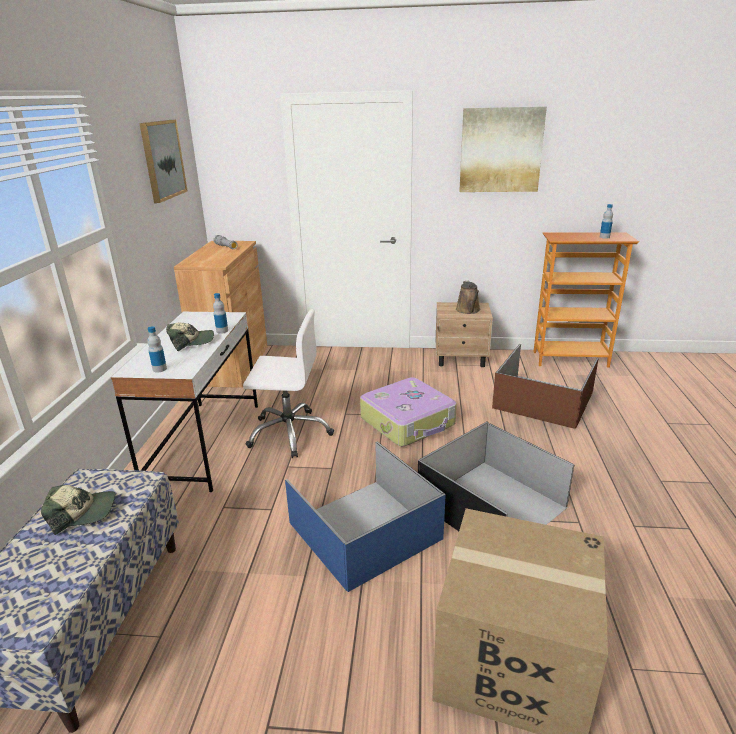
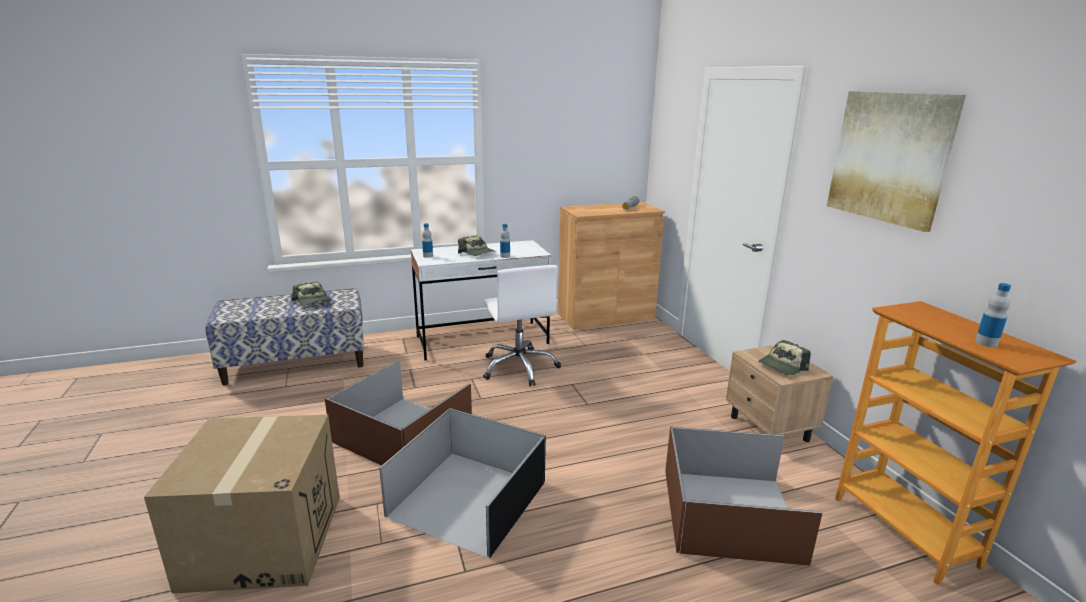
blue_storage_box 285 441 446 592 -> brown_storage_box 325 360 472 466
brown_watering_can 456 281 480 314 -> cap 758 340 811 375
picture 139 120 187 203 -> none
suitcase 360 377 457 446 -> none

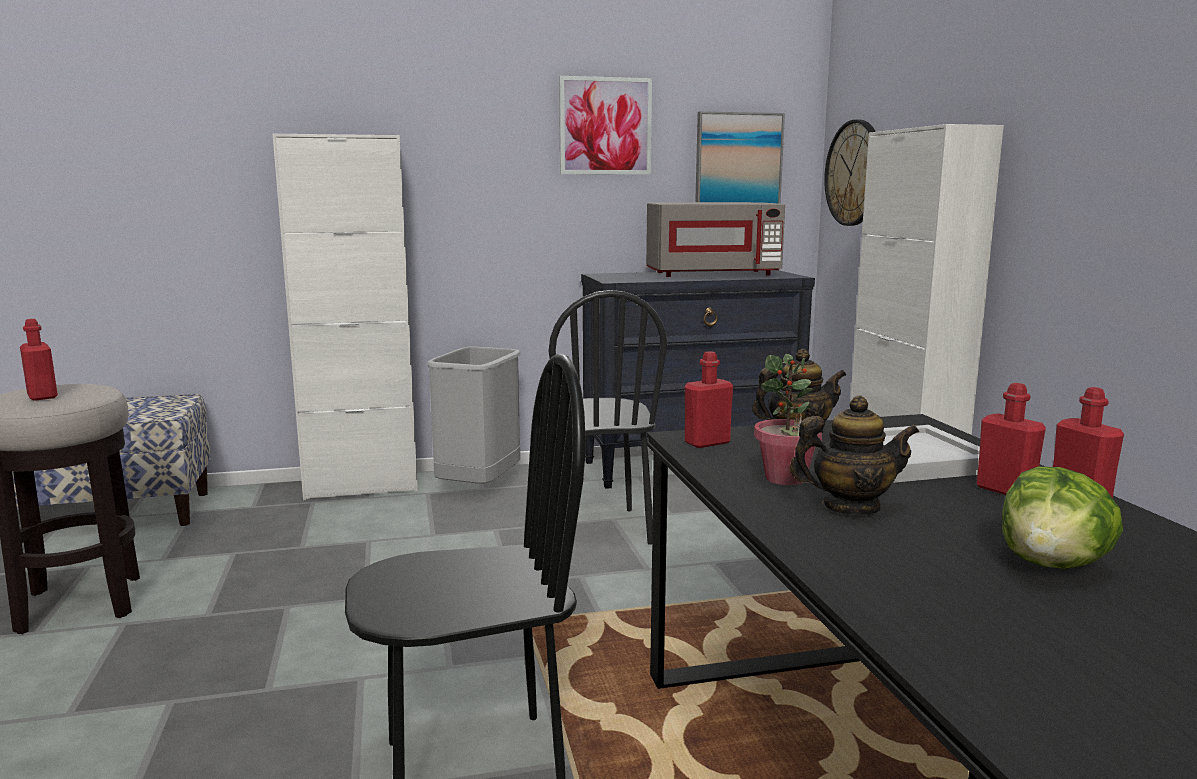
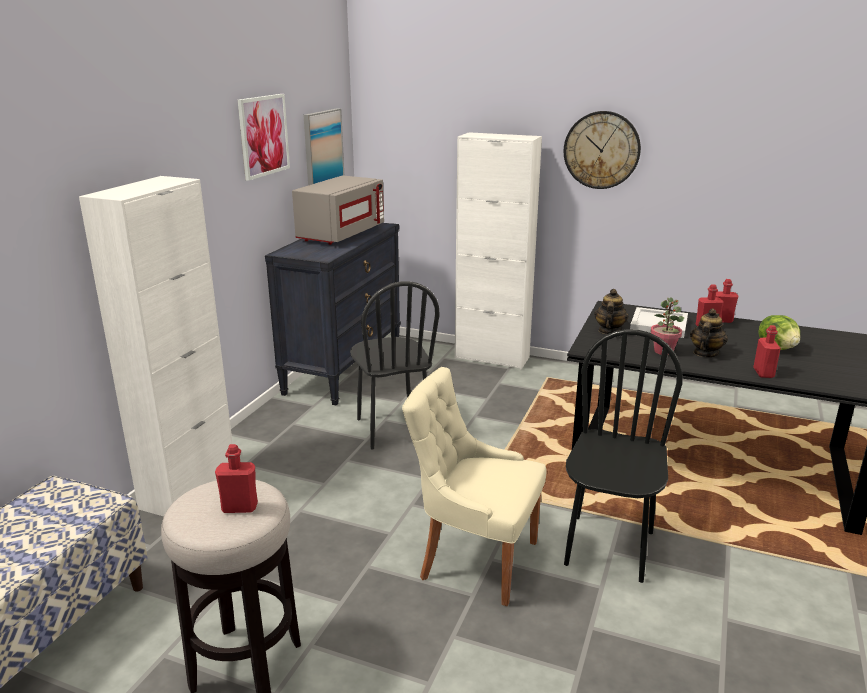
black_chair 549 290 667 545 -> black_chair 350 281 440 450, 45 degrees clockwise
none -> beige_chair 402 367 547 606
wall_clock 824 120 876 226 -> wall_clock 564 111 641 189, shifted
red_bottle 685 351 733 448 -> red_bottle 753 325 781 378, shifted
grey_trash_can 426 347 521 484 -> none

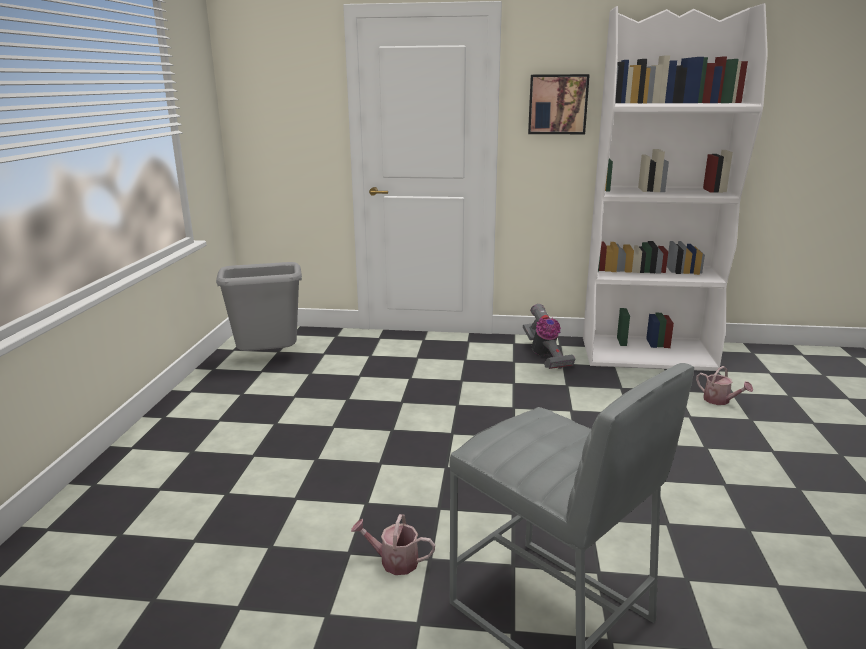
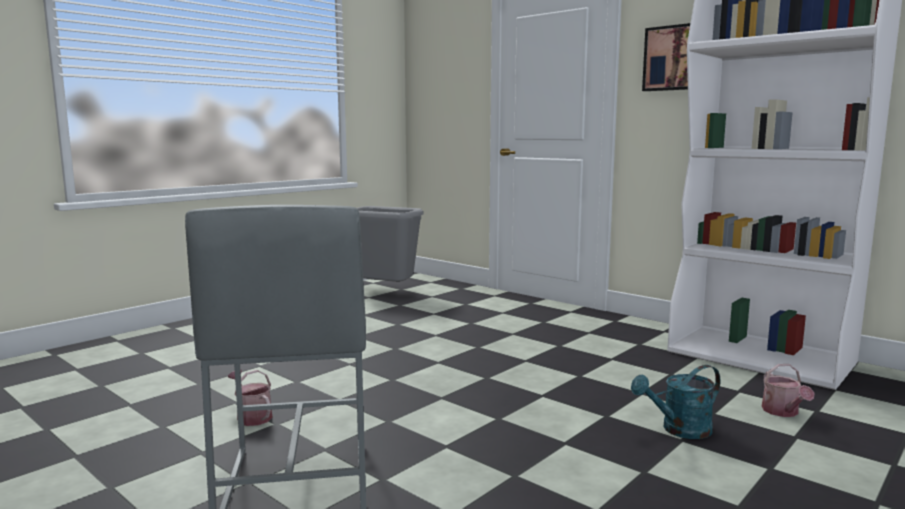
none -> turquoise_watering_can 631 365 721 439
vacuum_cleaner 523 304 576 369 -> none

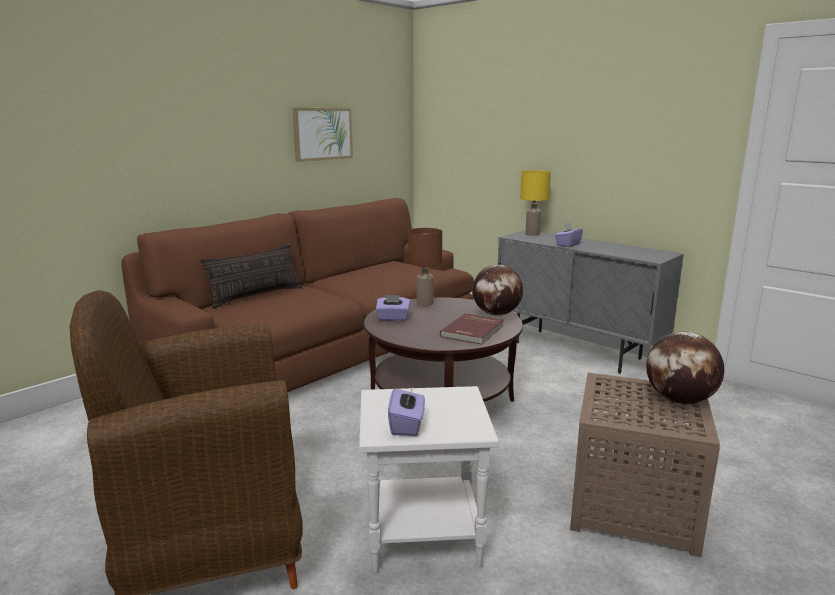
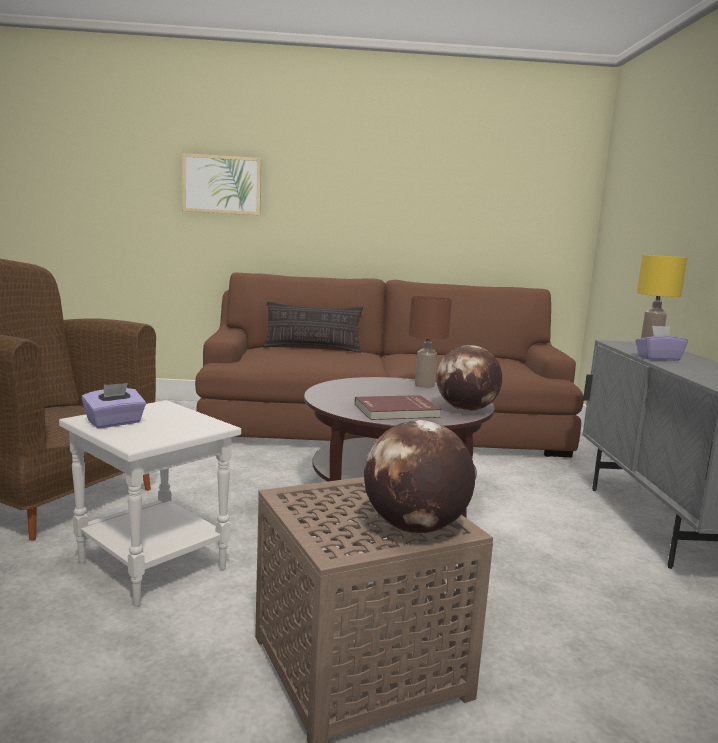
picture 293 108 353 162 -> picture 182 153 262 215, shifted
purple_tissue_box 376 295 410 321 -> none

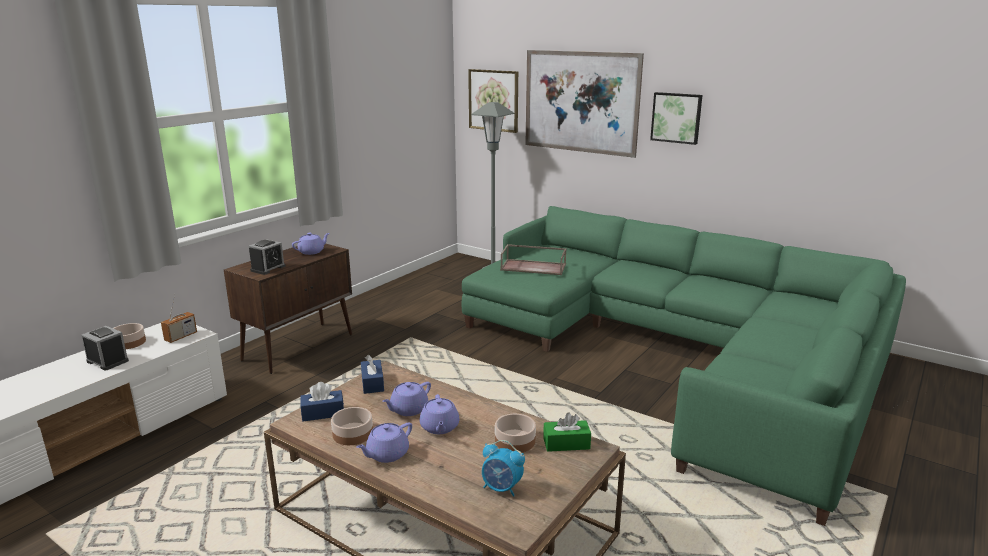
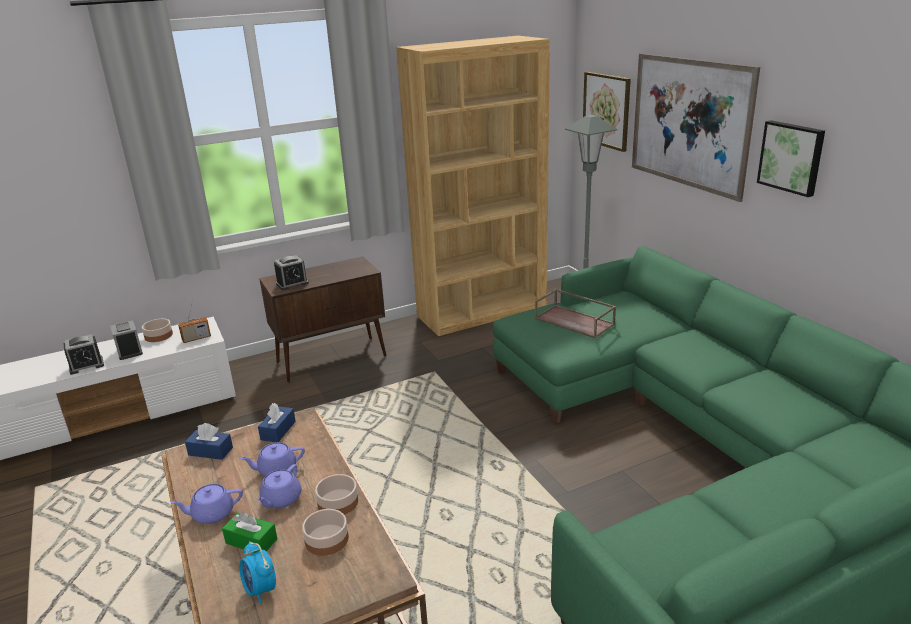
none -> alarm_clock 64 334 104 375
green_tissue_box 543 412 591 452 -> green_tissue_box 222 512 277 553, shifted
bowl 331 407 373 445 -> bowl 315 474 358 515, shifted
none -> brown_bookcase 396 36 550 336
purple_teapot 292 233 330 255 -> none

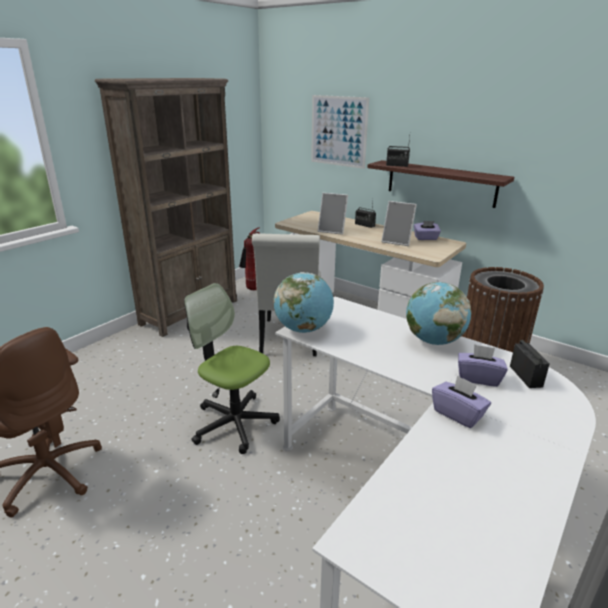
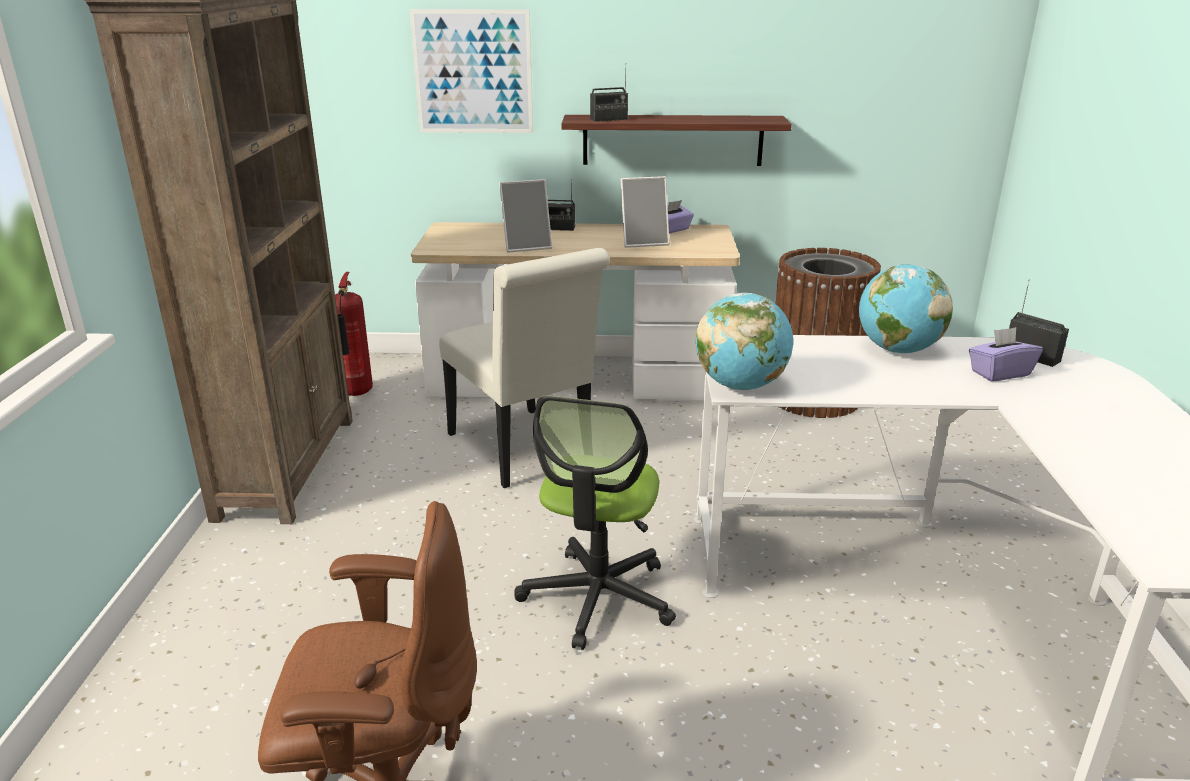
office_chair 184 283 280 454 -> office_chair 514 396 676 650, 75 degrees counterclockwise
purple_tissue_box 432 375 491 428 -> none

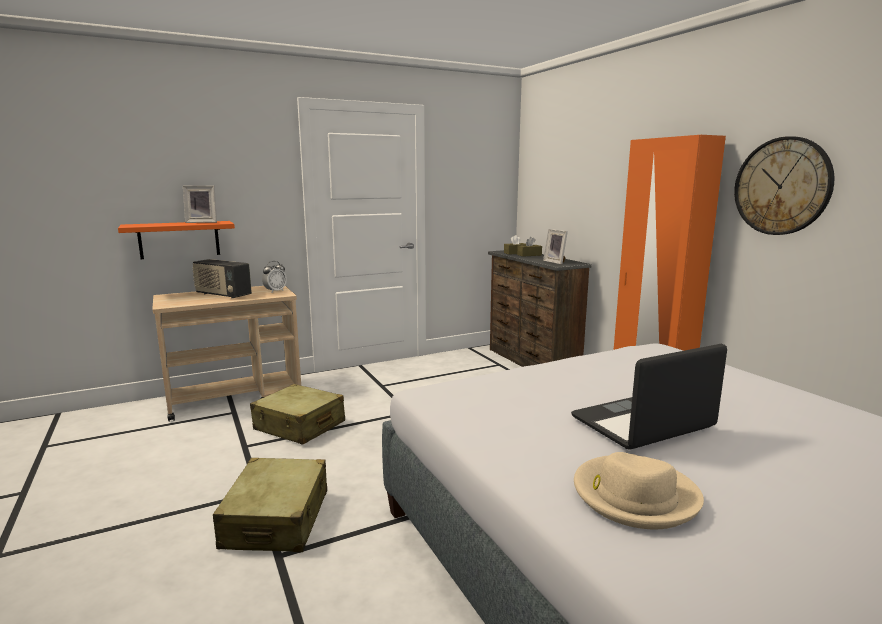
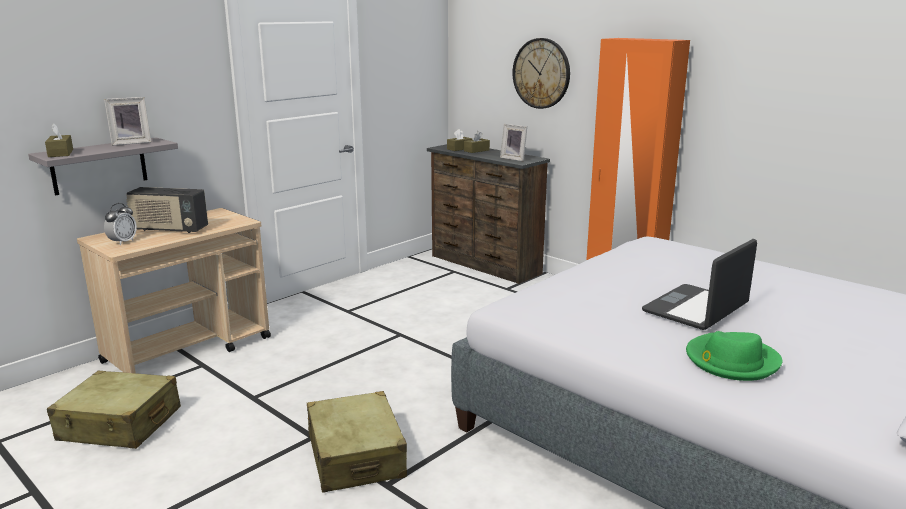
orange_shelf 118 221 235 259 -> grey_shelf 28 137 178 196
none -> brown_tissue_box 45 123 73 157
beige_suitcase 250 384 345 445 -> beige_suitcase 47 370 181 449, shifted
alarm_clock 262 261 287 292 -> alarm_clock 104 203 137 245, shifted
wall_clock 734 136 835 235 -> wall_clock 512 38 570 109, shifted
beige_hat 574 452 704 529 -> green_hat 686 331 782 381

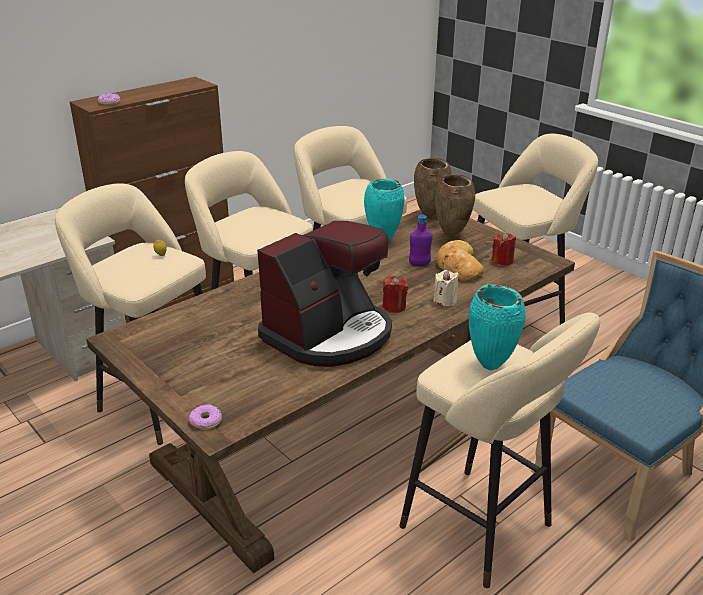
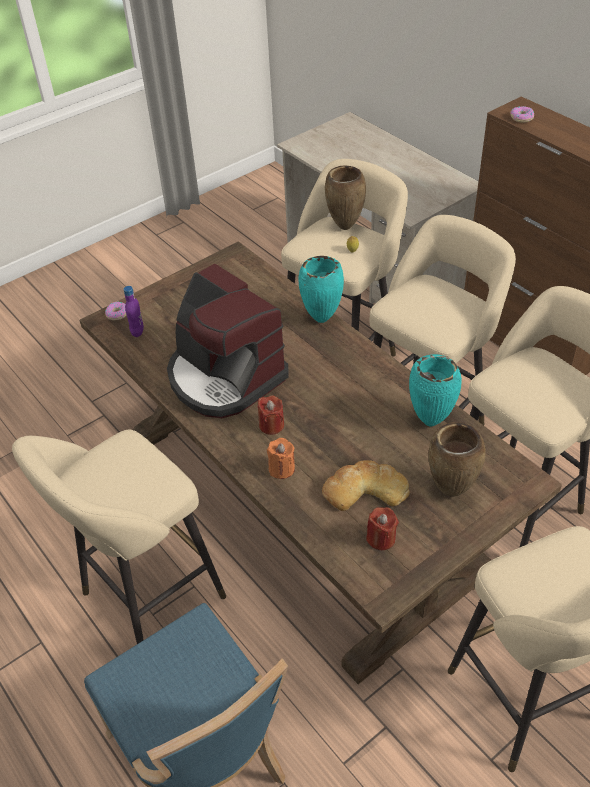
purple_bottle 409 215 432 266 -> purple_bottle 123 286 144 337, shifted
beige_candle 433 270 459 306 -> orange_candle 267 438 295 479
turquoise_vase 469 284 526 370 -> turquoise_vase 298 256 344 323, shifted
brown_vase 414 158 452 219 -> brown_vase 325 165 366 230, shifted

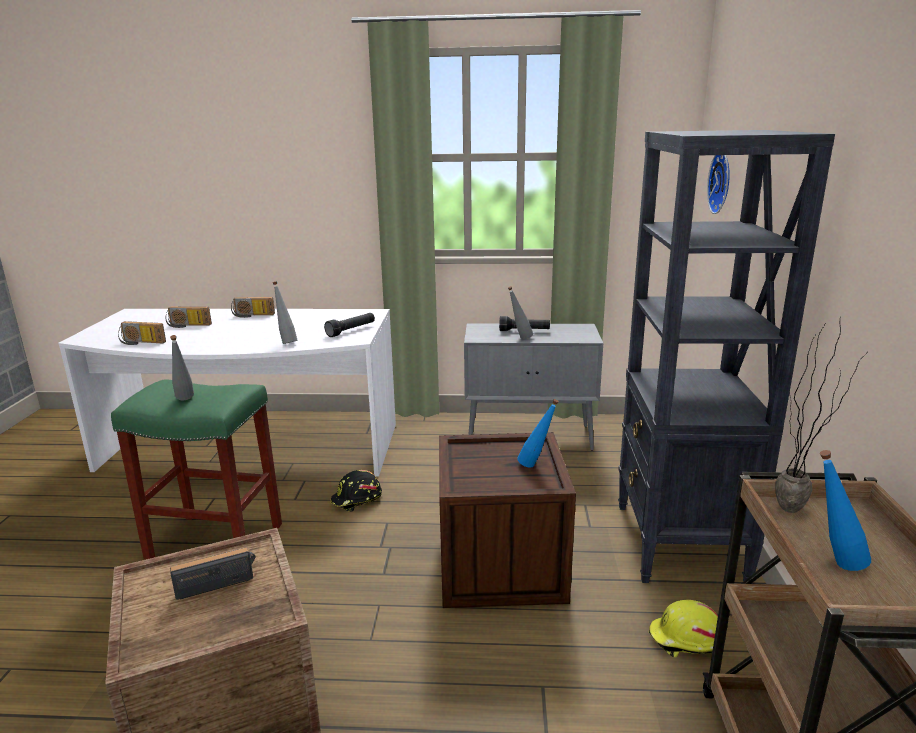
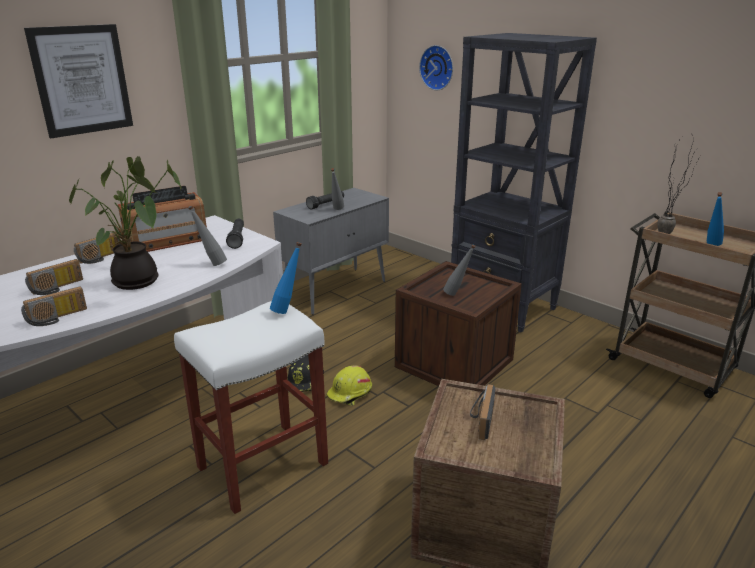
none -> picture 24 24 133 138
none -> potted_plant 69 156 182 290
none -> radio 118 186 207 252
green_stool 111 379 282 560 -> white_stool 174 301 328 514
blue_bottle 517 399 559 468 -> blue_bottle 270 242 302 314, shifted
yellow_hard_hat 649 600 718 657 -> yellow_hard_hat 327 365 372 406, shifted
grey_bottle 170 335 194 401 -> grey_bottle 443 244 476 296, shifted

